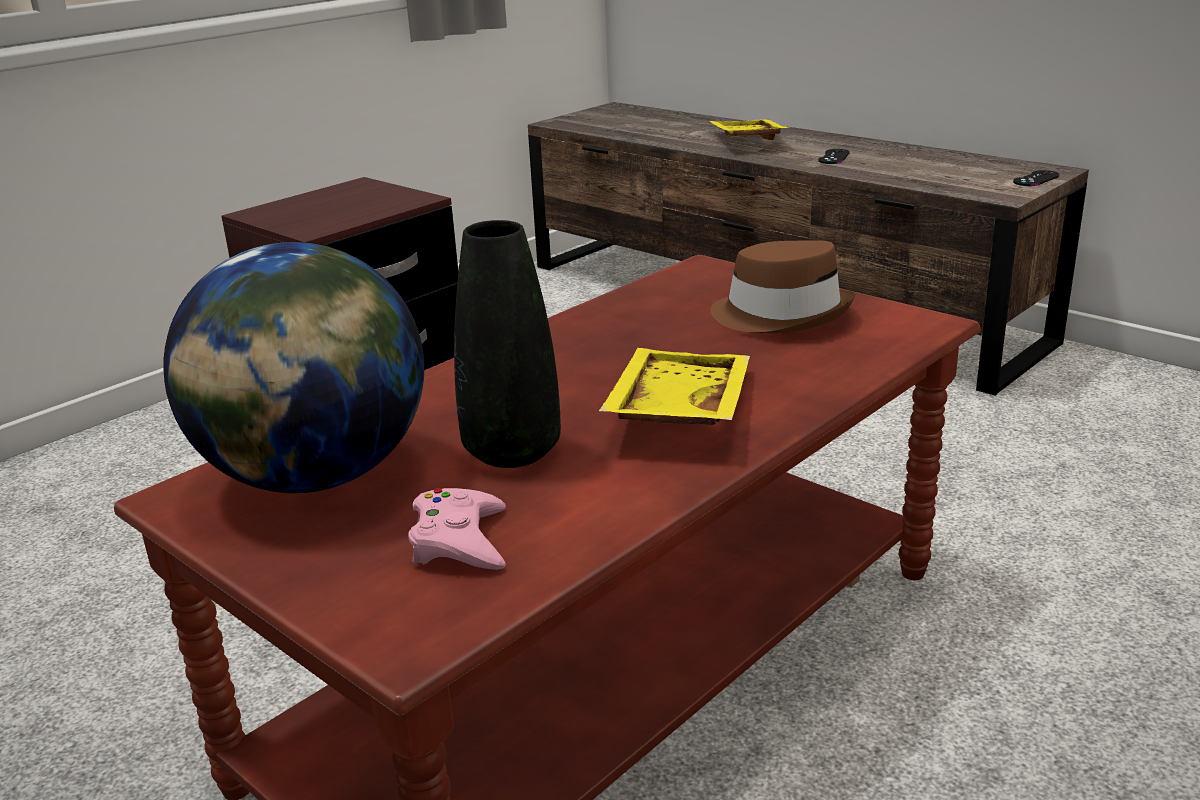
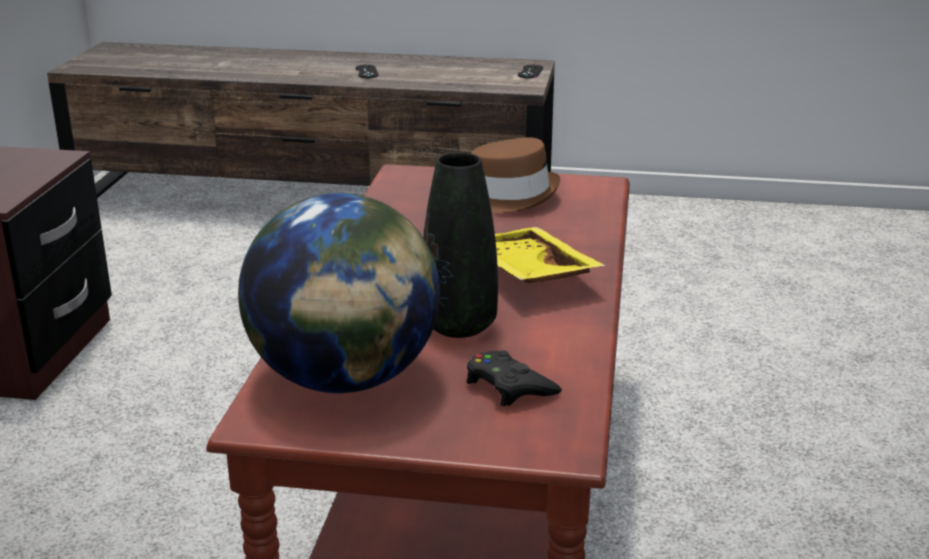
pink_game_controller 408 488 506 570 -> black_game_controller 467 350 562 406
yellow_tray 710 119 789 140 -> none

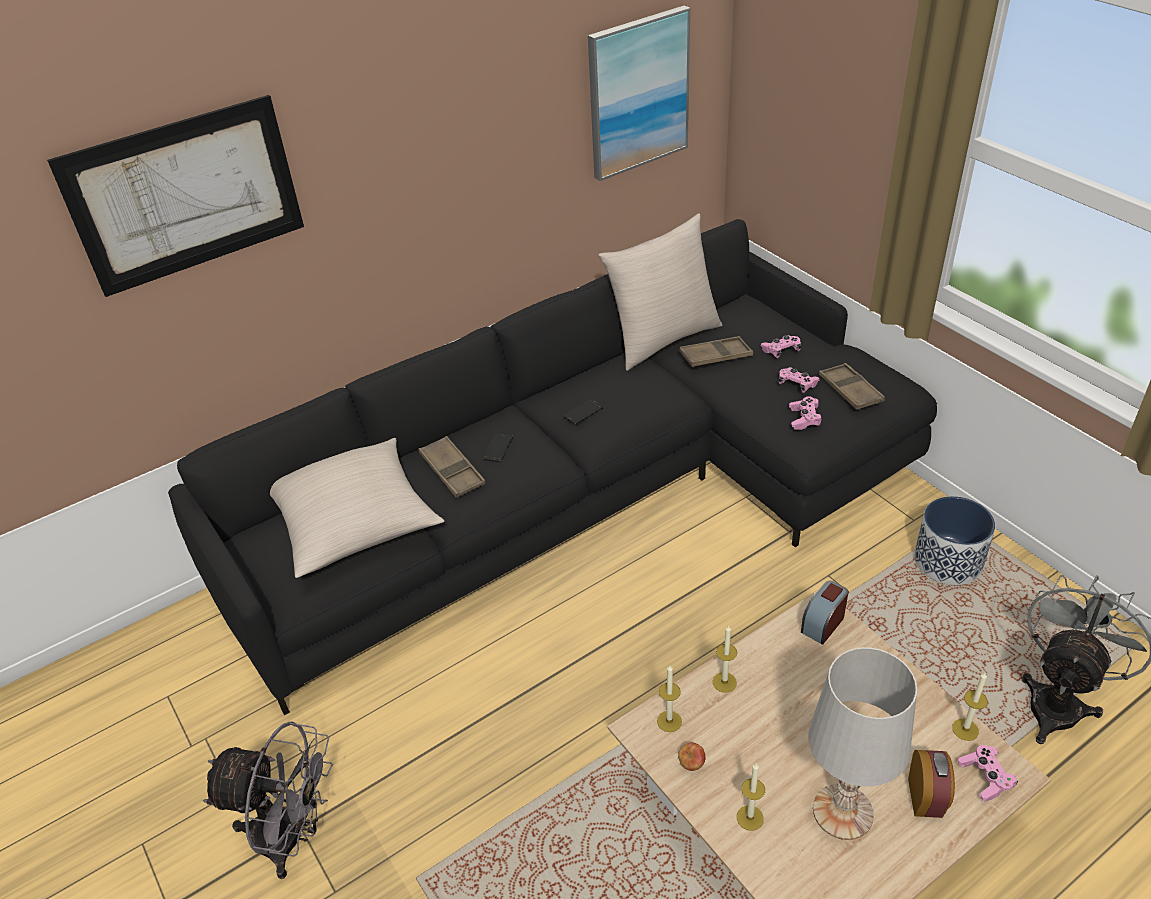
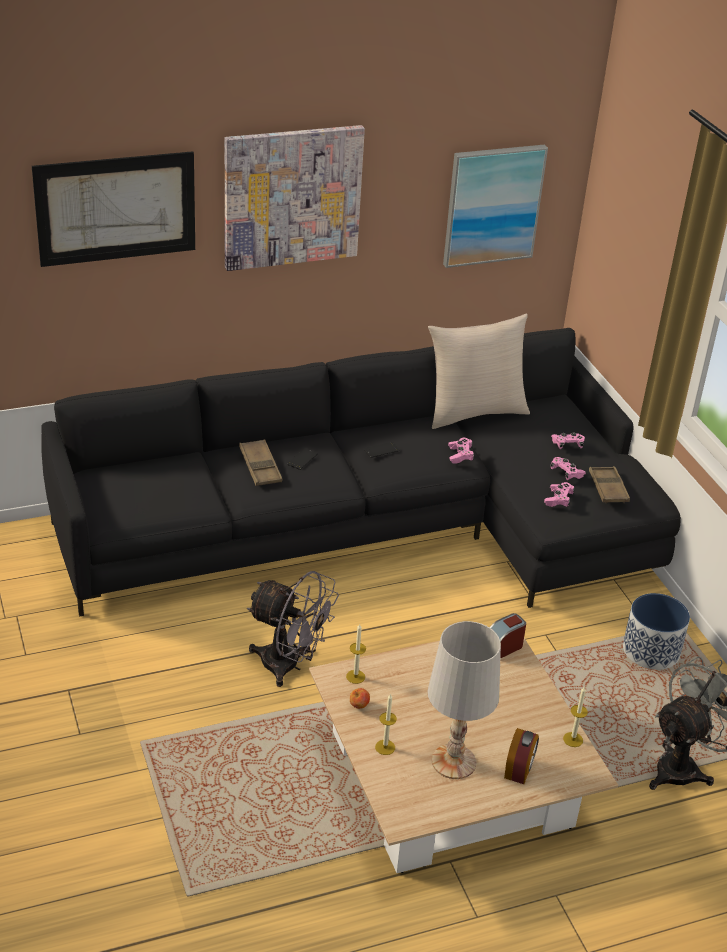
none -> picture 225 125 365 271
grey_fan 203 721 333 879 -> grey_fan 247 571 339 687, shifted
pink_game_controller 957 745 1018 802 -> pink_game_controller 448 438 474 464, shifted
beige_pillow 270 438 444 578 -> none
brown_tray 679 336 753 367 -> none
candle 713 625 737 693 -> none

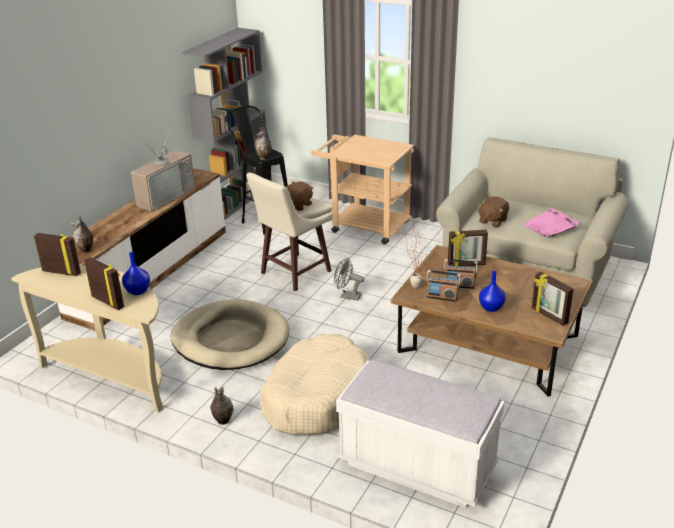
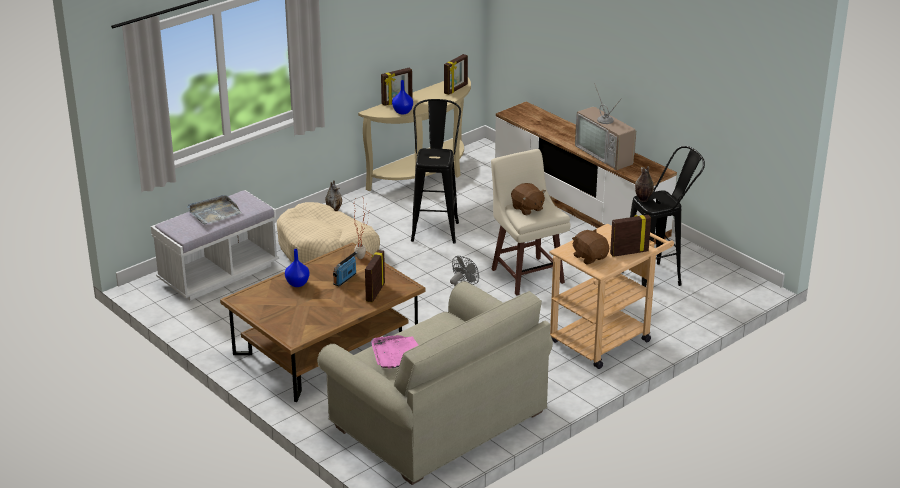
none -> grey_tray 187 195 242 225
beige_dog_bed 171 299 289 370 -> black_stool 411 99 461 244
brown_plush_toy 478 196 509 227 -> brown_plush_toy 572 229 609 265, shifted
picture_frame 532 271 574 326 -> picture_frame 610 215 651 257, shifted
vase 71 216 93 253 -> none
grey_bookcase 182 28 267 220 -> none
radio 426 270 461 302 -> none

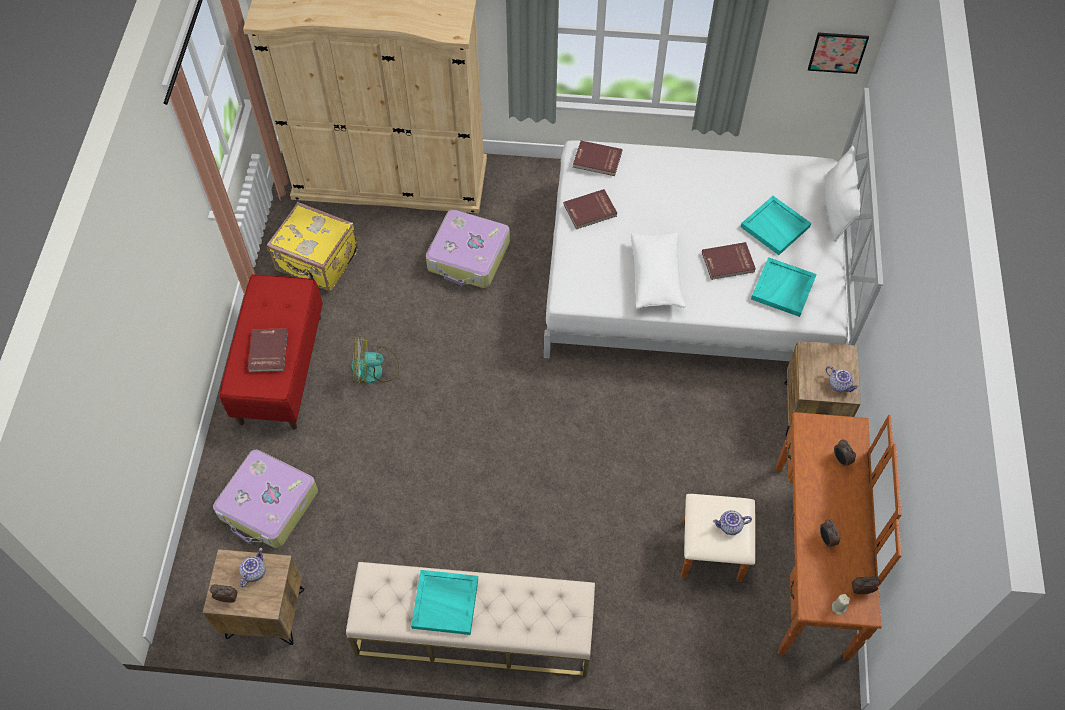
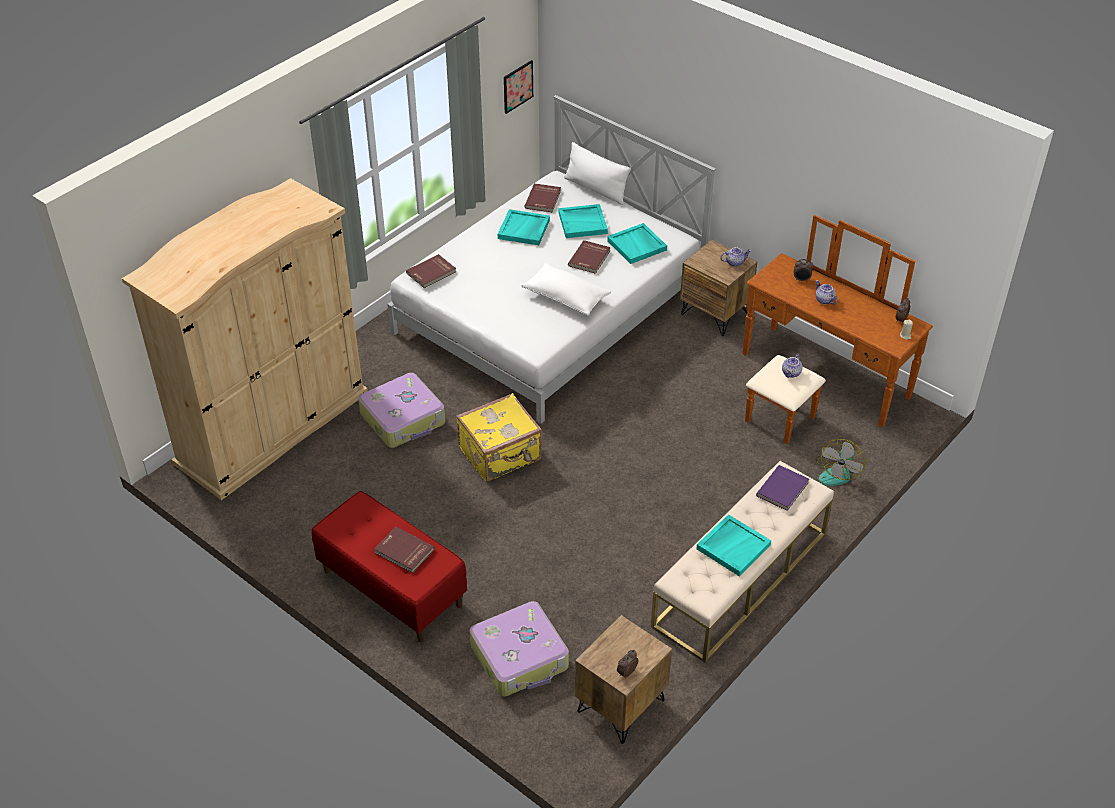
yellow_suitcase 267 202 358 292 -> yellow_suitcase 456 393 542 482, shifted
none -> turquoise_tray 498 209 550 245
red_book 564 189 617 229 -> red_book 524 183 561 212, shifted
none -> purple_book 756 465 809 511
teapot 240 548 266 587 -> teapot 816 280 837 304, shifted
fan 352 335 400 383 -> fan 816 439 865 486, shifted
alarm_clock 820 519 841 547 -> none

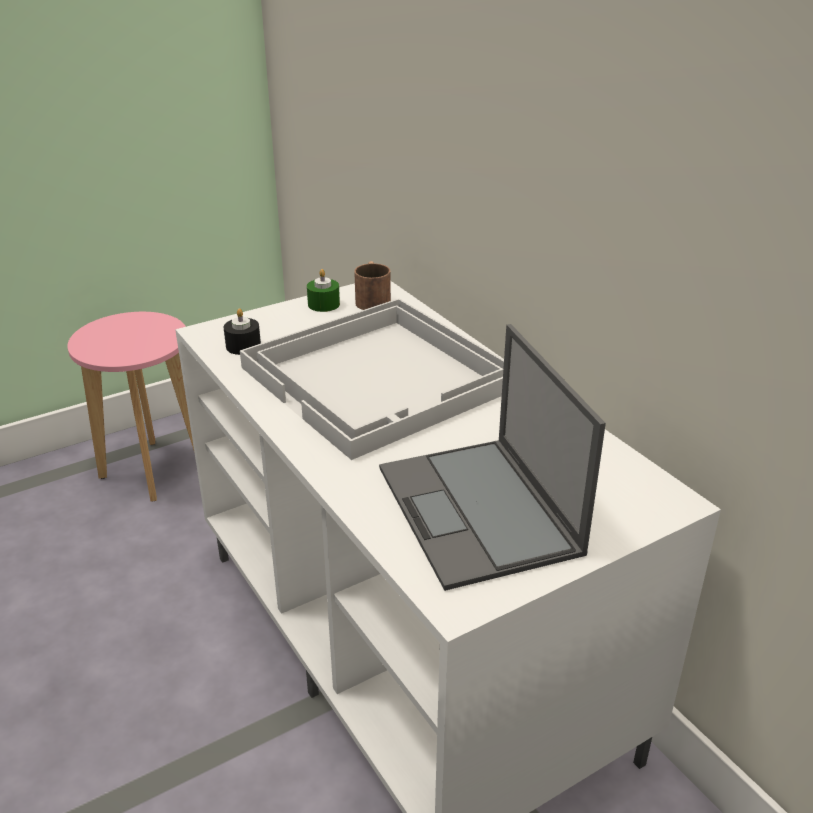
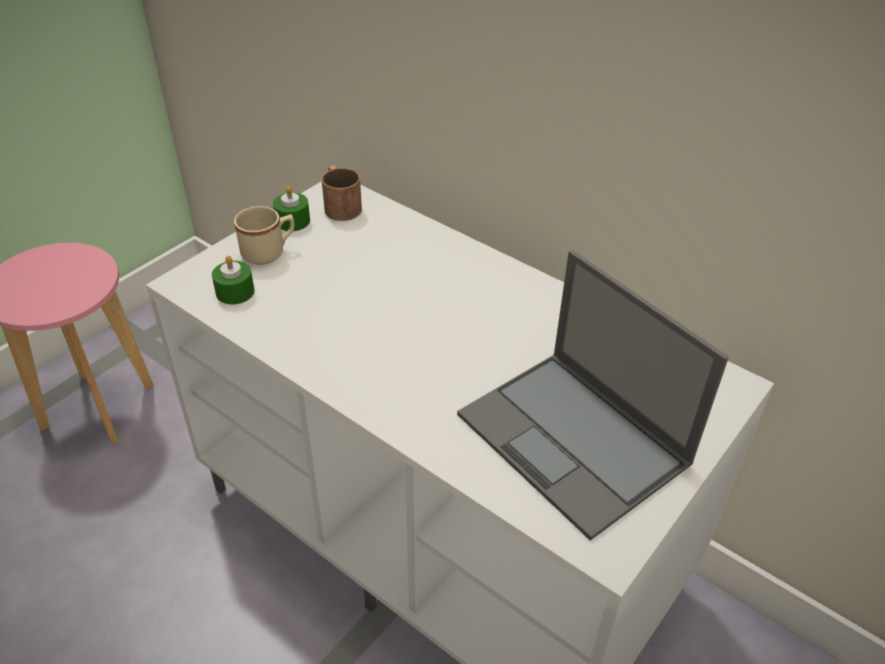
black_candle 224 308 261 355 -> green_candle 212 255 254 305
none -> beige_mug 234 206 294 265
white_tray 240 298 504 460 -> none

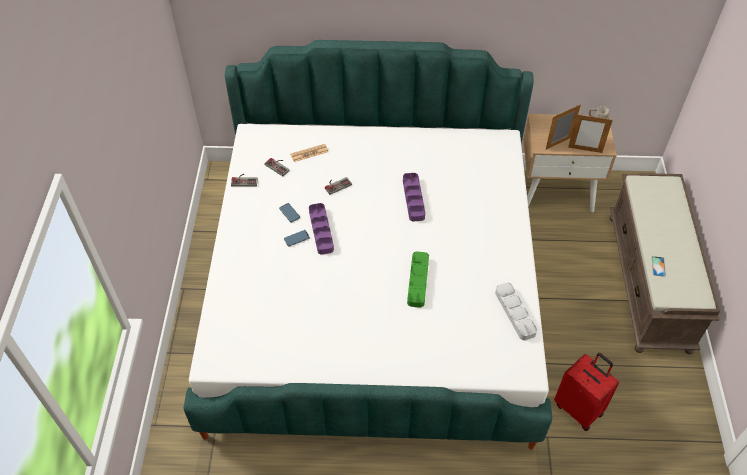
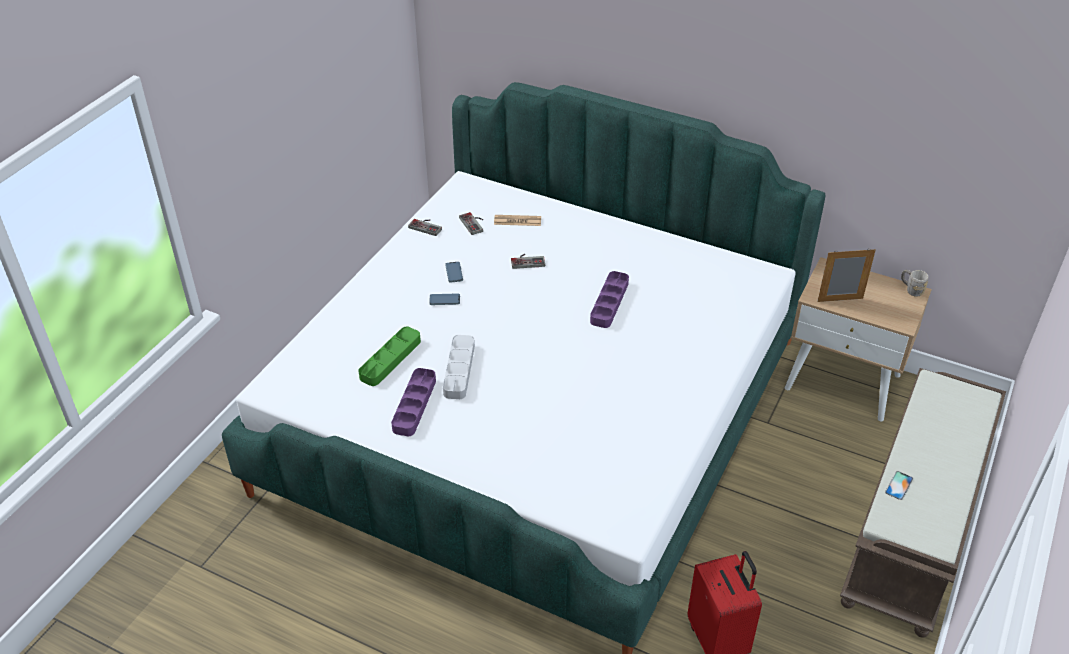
green_tray 407 251 429 308 -> green_tray 358 327 421 386, shifted
purple_tray 309 203 334 255 -> purple_tray 391 368 436 436, shifted
grey_tray 495 282 537 340 -> grey_tray 443 335 475 399, shifted
picture_frame 568 114 613 153 -> none

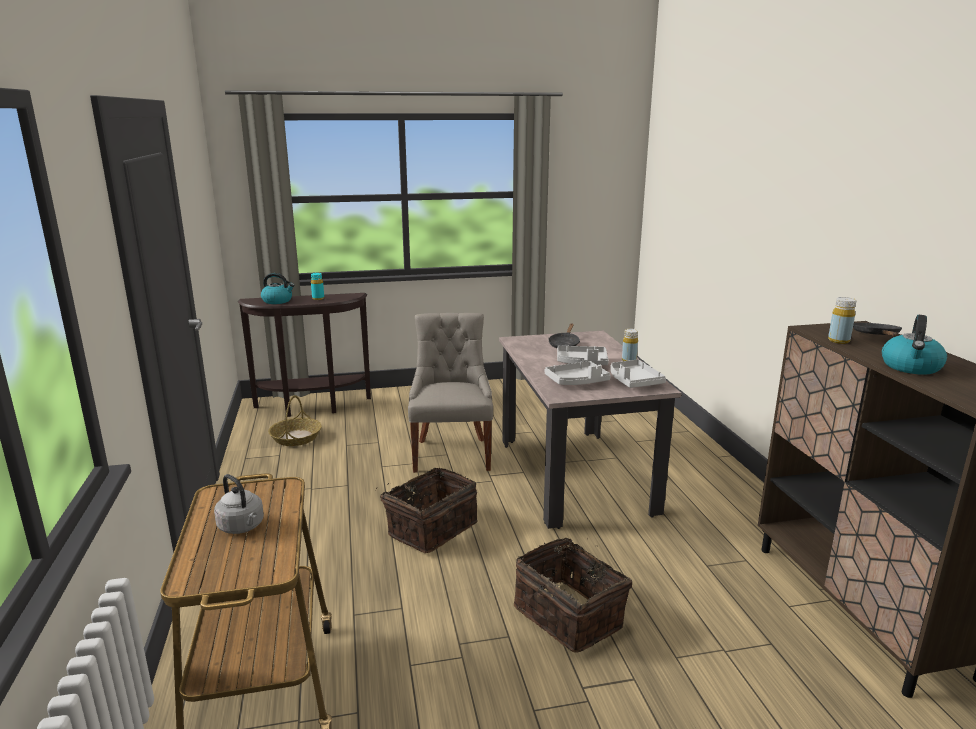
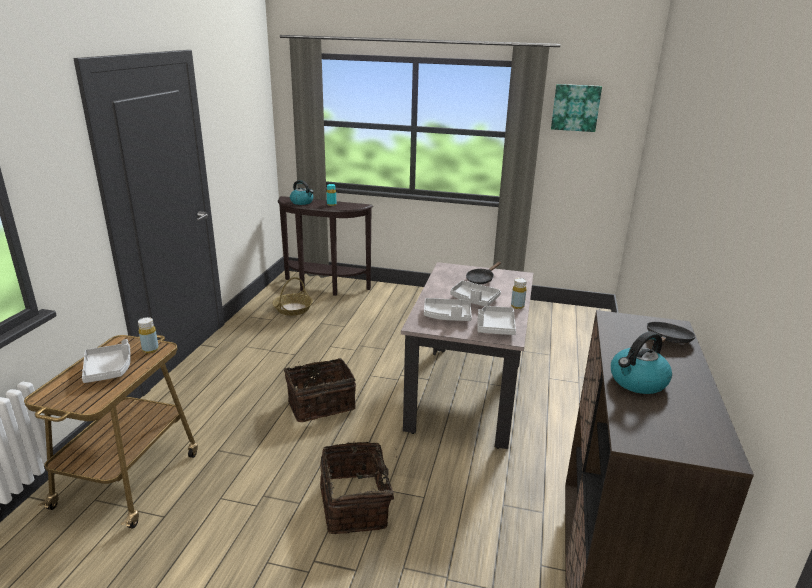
grey_kettle 214 474 264 534 -> grey_tray 82 339 131 383
yellow_bottle 828 297 856 344 -> yellow_bottle 138 317 159 353, shifted
none -> picture 551 84 602 132
grey_chair 408 313 493 473 -> none

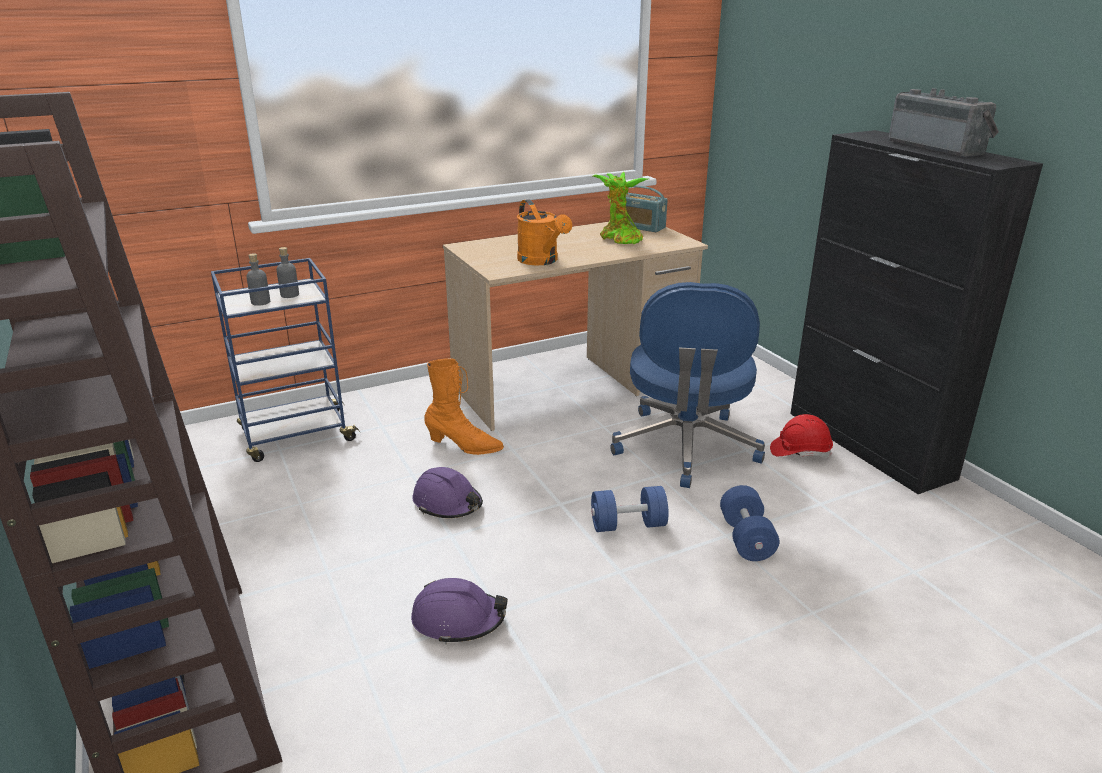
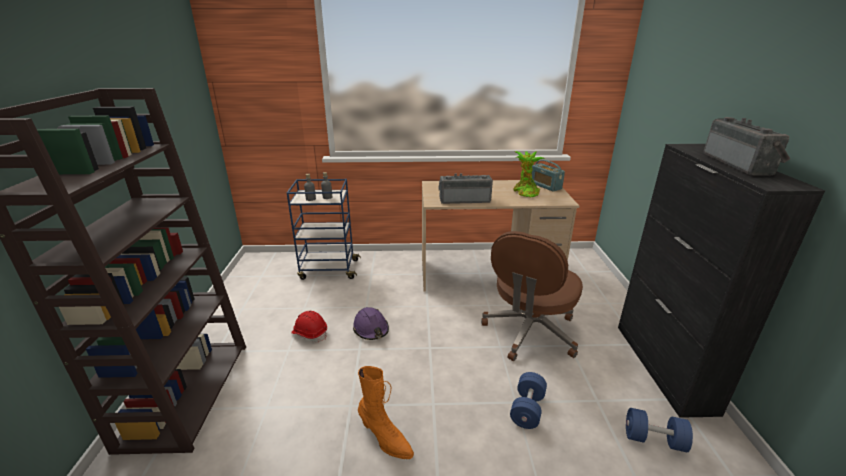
red_hard_hat 770 414 833 458 -> red_hard_hat 291 311 327 342, shifted
orange_boot 424 358 504 455 -> orange_boot 358 366 414 459, shifted
orange_watering_can 517 199 572 265 -> radio 439 173 493 204
blue_office_chair 610 282 765 488 -> brown_office_chair 481 231 583 361
blue_dumbbell 591 486 669 532 -> blue_dumbbell 626 408 693 452, shifted
purple_hard_hat 411 578 508 644 -> none

